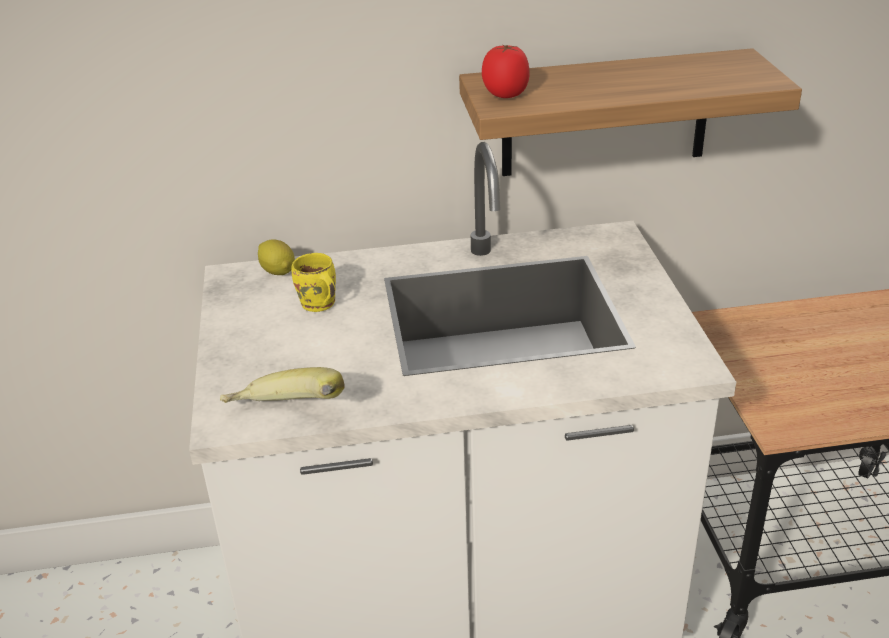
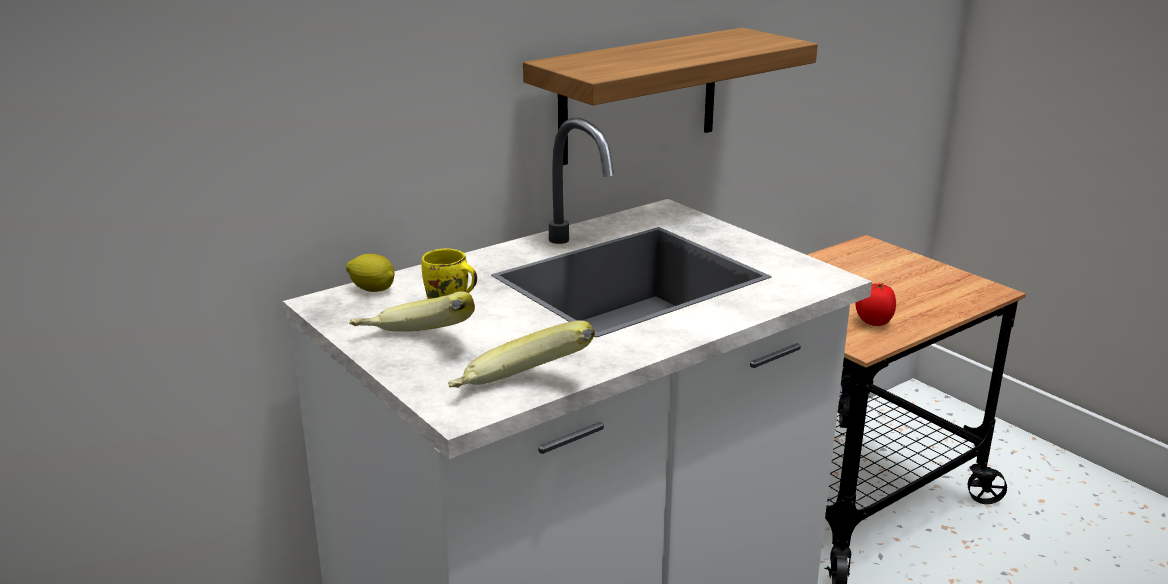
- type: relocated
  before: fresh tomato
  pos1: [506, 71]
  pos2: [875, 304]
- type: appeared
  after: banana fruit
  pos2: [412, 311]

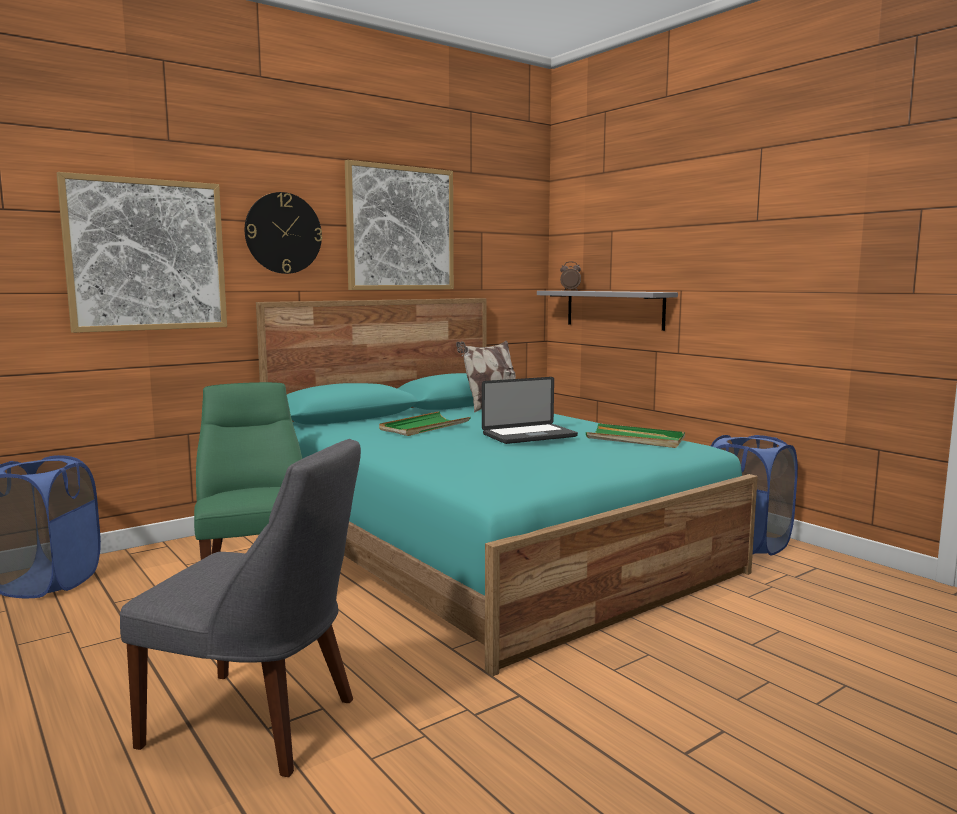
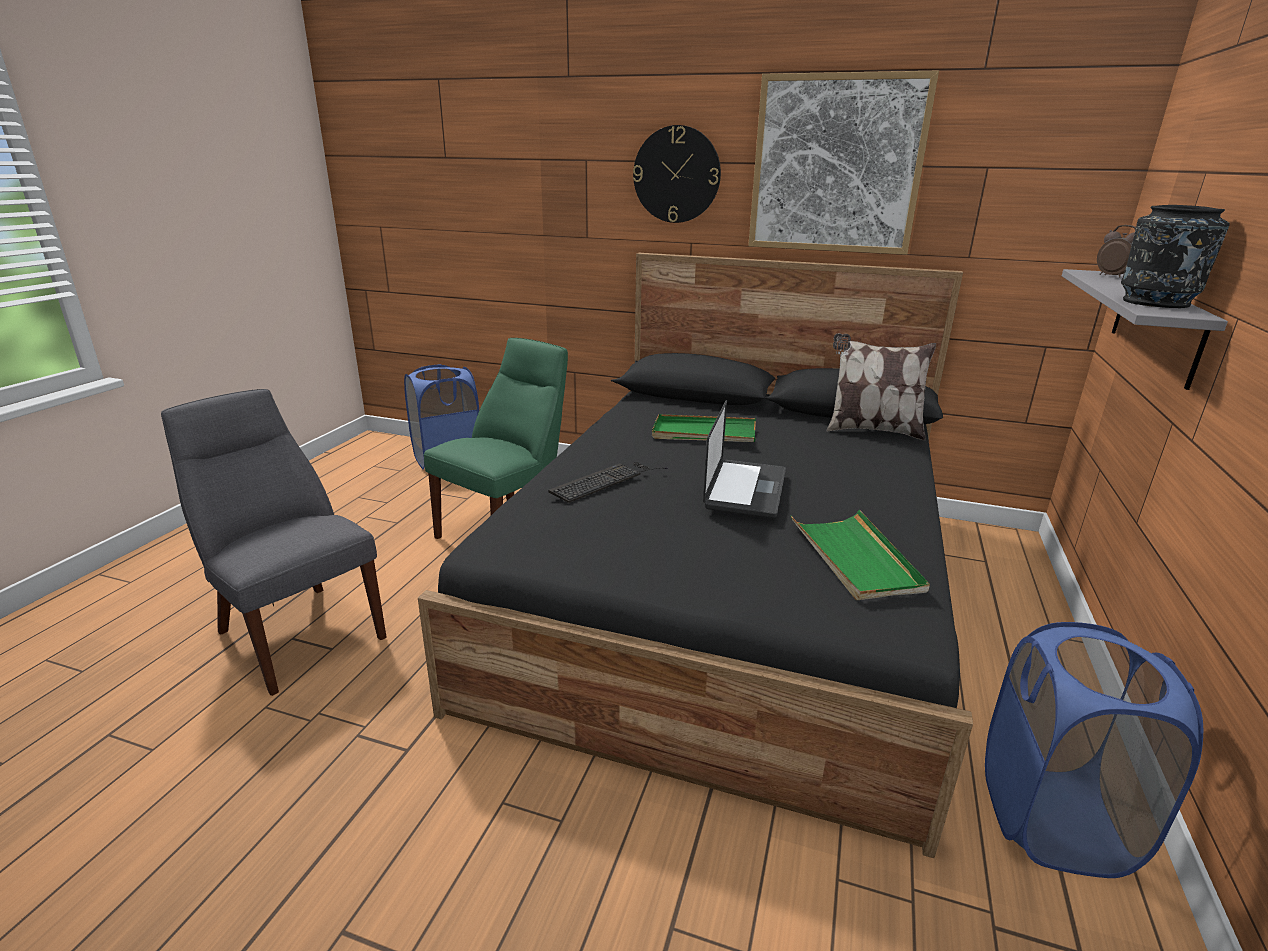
- type: missing
  before: picture
  pos1: [142, 252]
- type: spun
  before: greyish chair
  pos1: [240, 608]
  pos2: [274, 542]
  turn: 150
- type: colour
  before: turquoise sleeping bed
  after: blackish sleeping bed
  pos1: [507, 487]
  pos2: [695, 555]
- type: spun
  before: notebook computer
  pos1: [530, 410]
  pos2: [744, 459]
  turn: -105
- type: appeared
  after: PC keyboard
  pos2: [608, 482]
- type: appeared
  after: blackish flower vase
  pos2: [1175, 256]

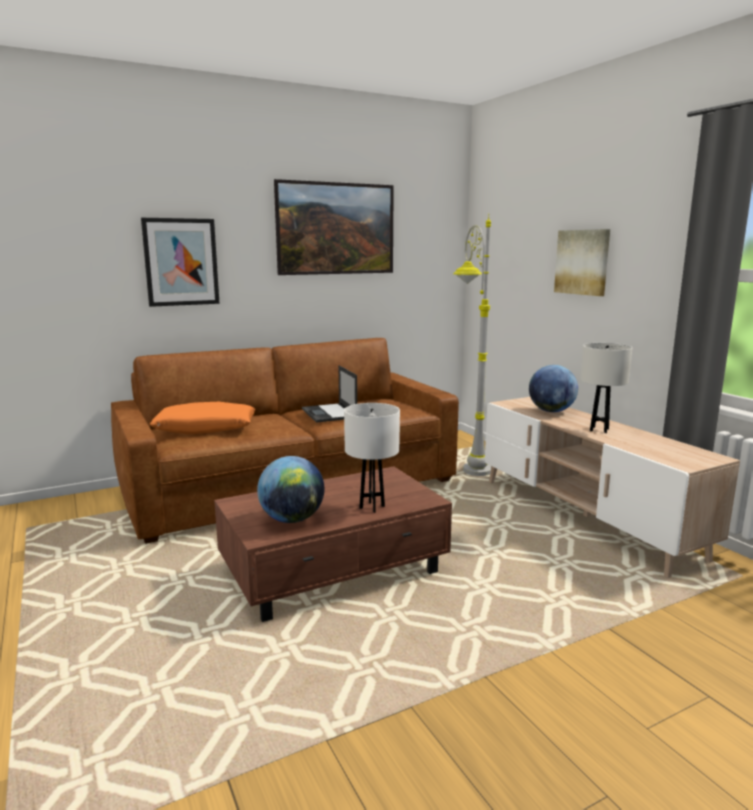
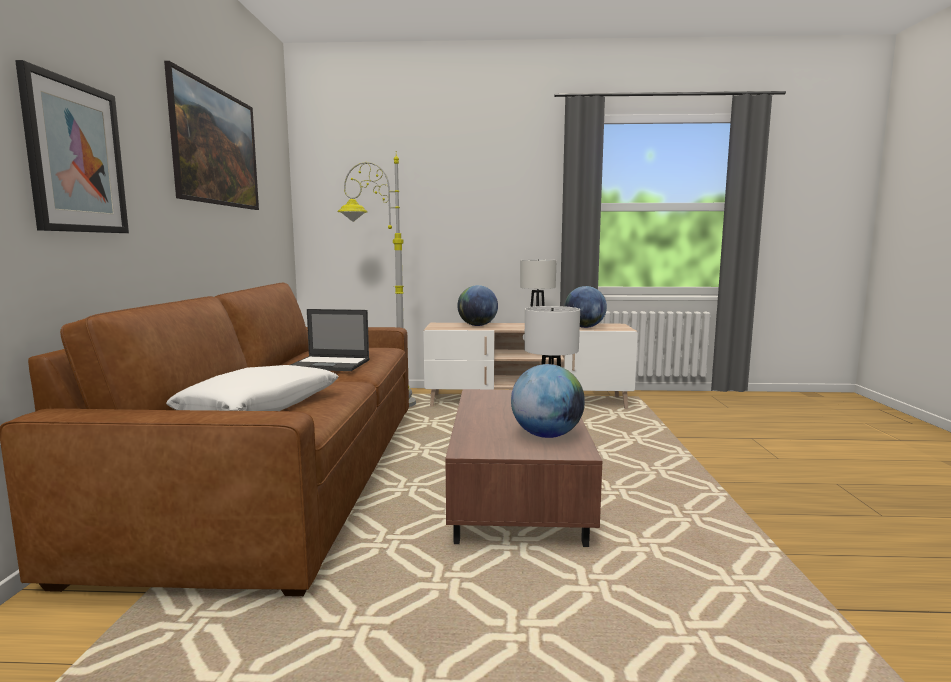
- type: colour
  before: orangey throw pillow
  after: whitish throw pillow
  pos1: [202, 418]
  pos2: [252, 388]
- type: missing
  before: picture
  pos1: [582, 262]
- type: appeared
  after: world globe
  pos2: [586, 307]

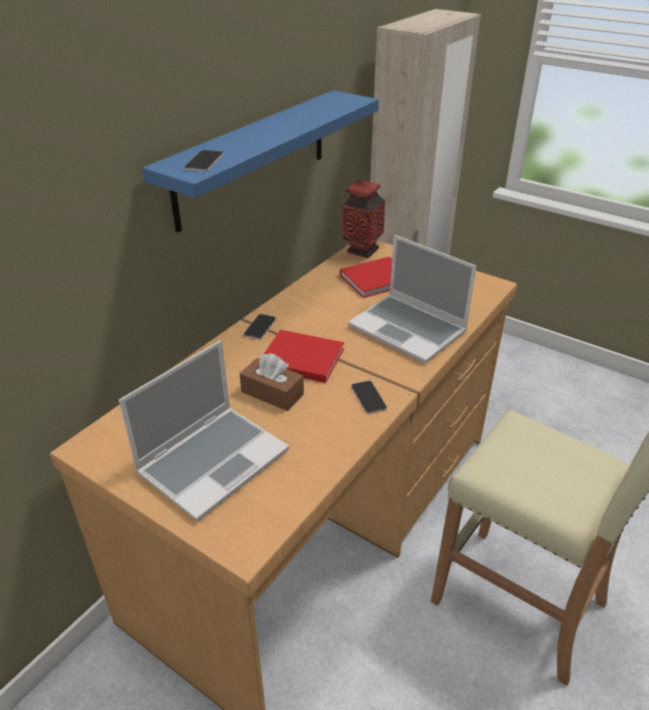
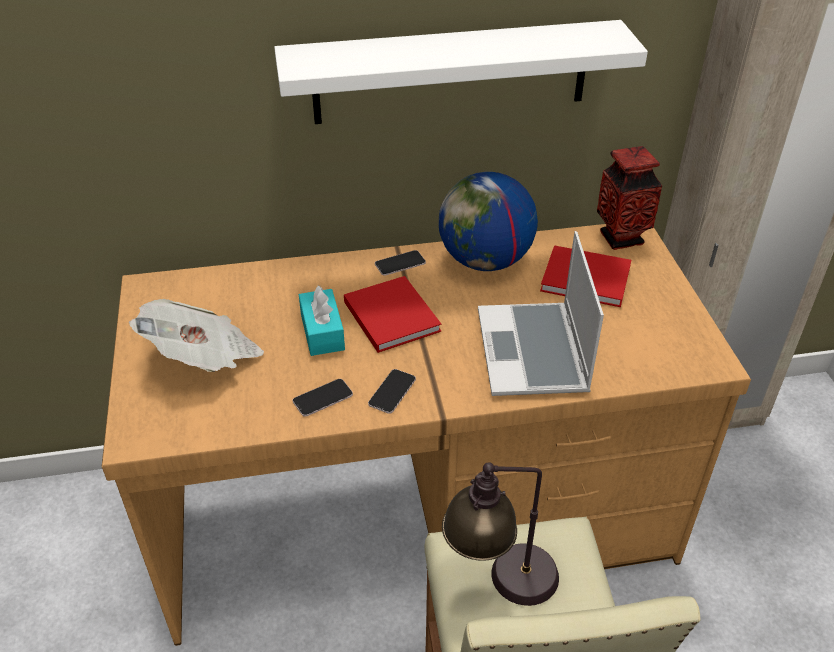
- type: exchanged
  before: notebook computer
  after: newspaper
  pos1: [204, 431]
  pos2: [196, 335]
- type: colour
  before: blue-coloured shelf
  after: whitish shelf
  pos1: [260, 161]
  pos2: [461, 72]
- type: relocated
  before: handset
  pos1: [204, 161]
  pos2: [323, 398]
- type: colour
  before: brown-coloured tissue box
  after: turquoise tissue box
  pos1: [271, 382]
  pos2: [322, 321]
- type: appeared
  after: world globe
  pos2: [488, 221]
- type: appeared
  after: lamp for a table
  pos2: [500, 534]

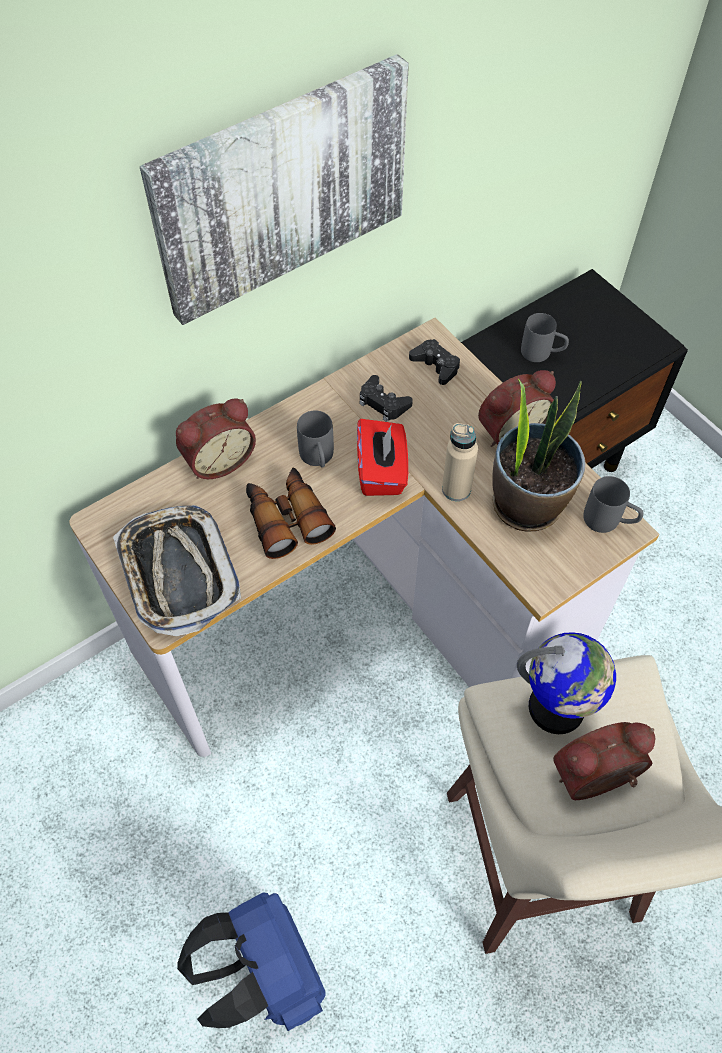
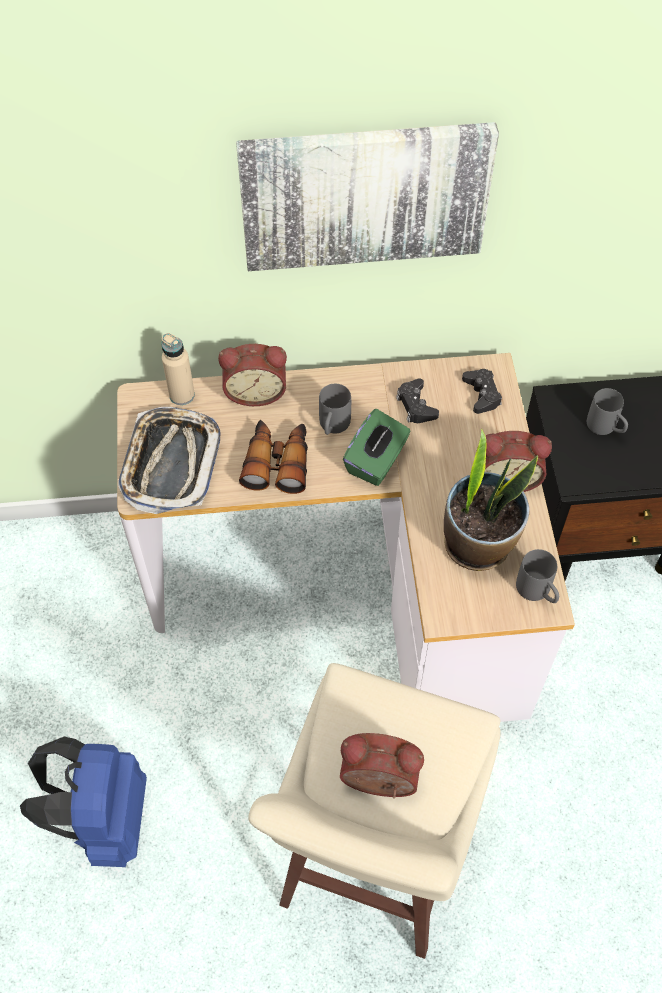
- type: colour
  before: red tissue box
  after: green tissue box
  pos1: [382, 457]
  pos2: [377, 447]
- type: relocated
  before: beige beverage bottle
  pos1: [460, 462]
  pos2: [178, 369]
- type: missing
  before: world globe
  pos1: [566, 683]

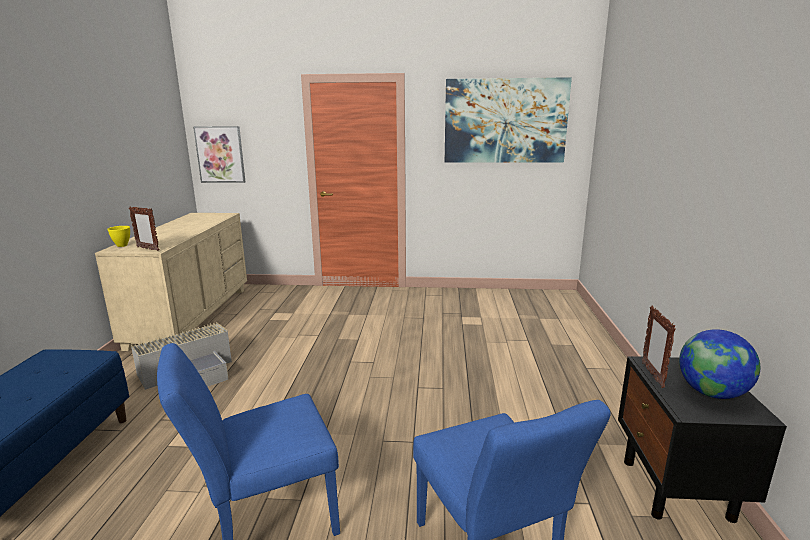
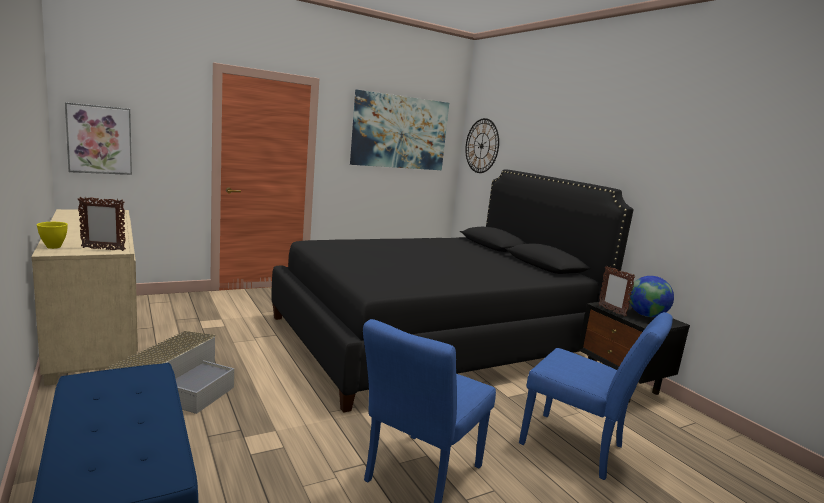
- type: appeared
  after: blackish sleeping bed
  pos2: [452, 291]
- type: appeared
  after: wall clock
  pos2: [482, 145]

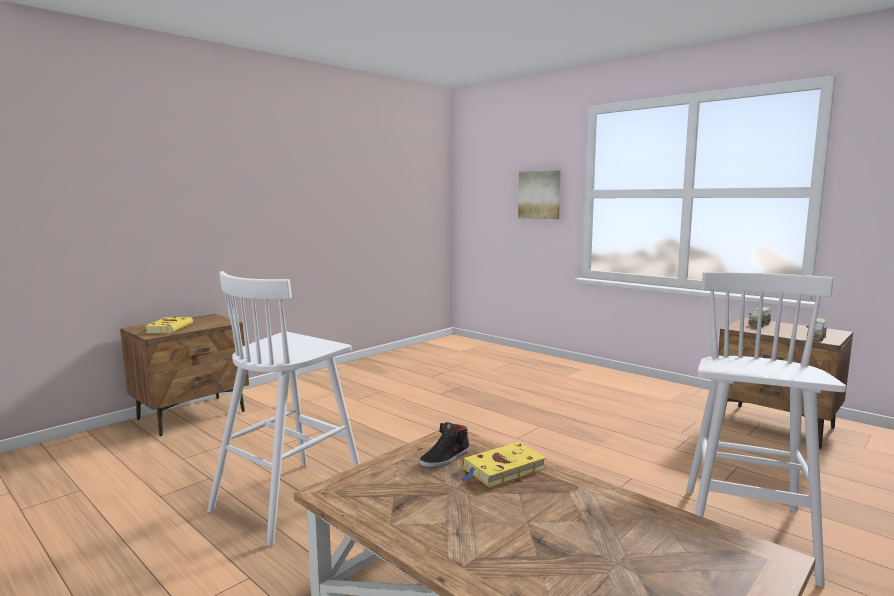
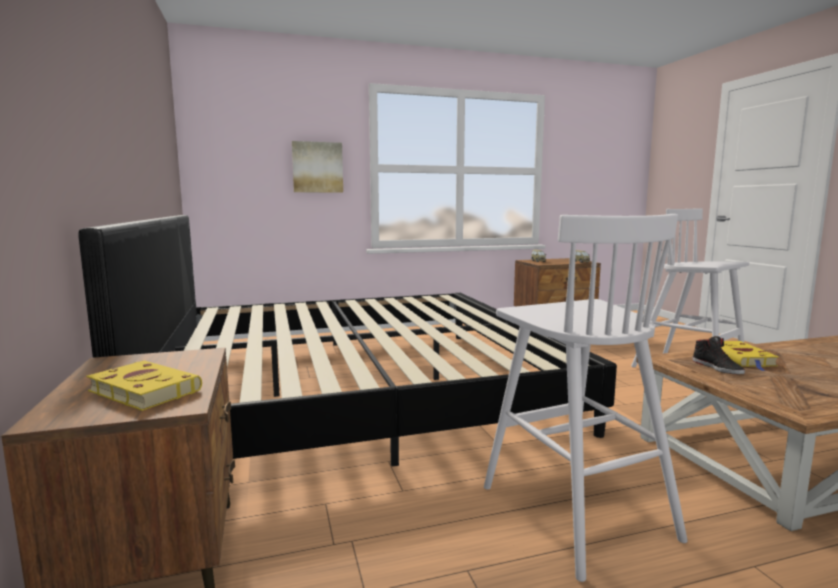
- type: appeared
  after: sleeping bed
  pos2: [347, 341]

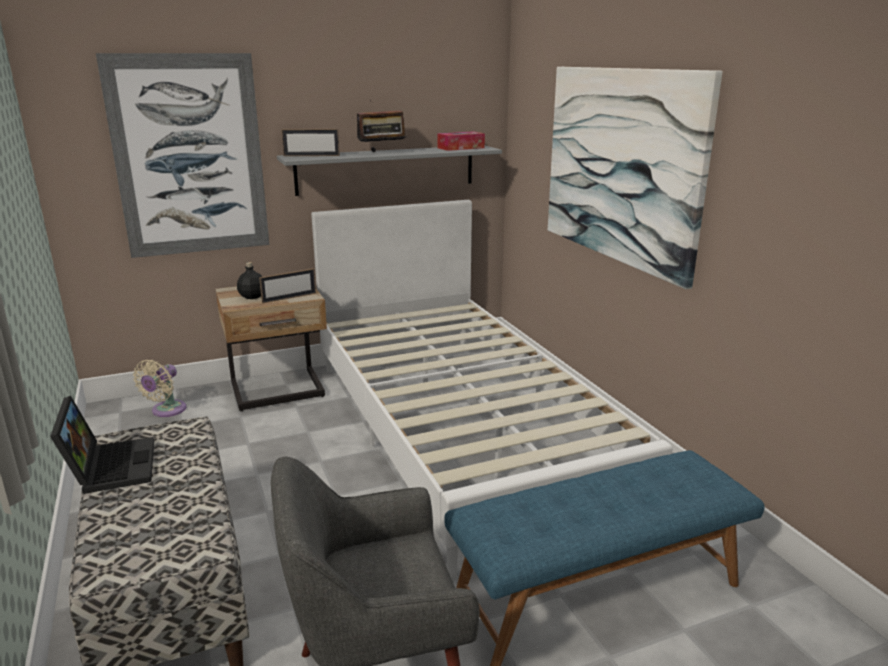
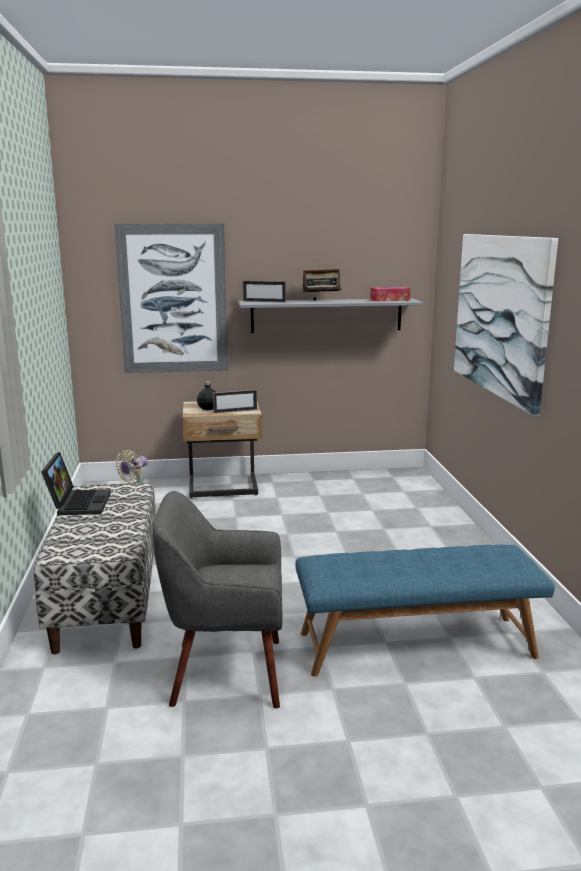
- type: missing
  before: whitish sleeping bed
  pos1: [491, 389]

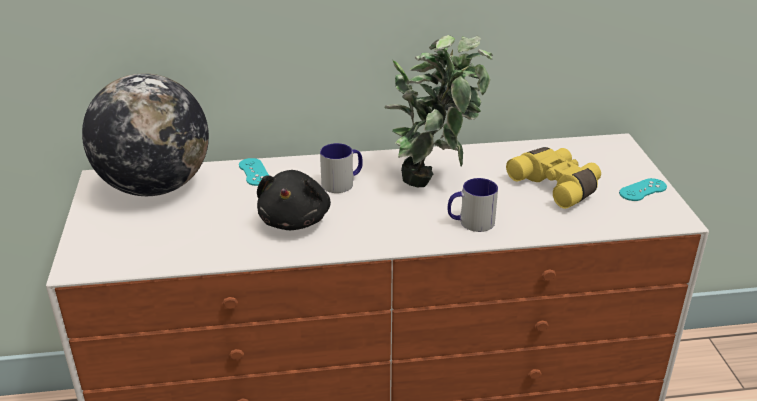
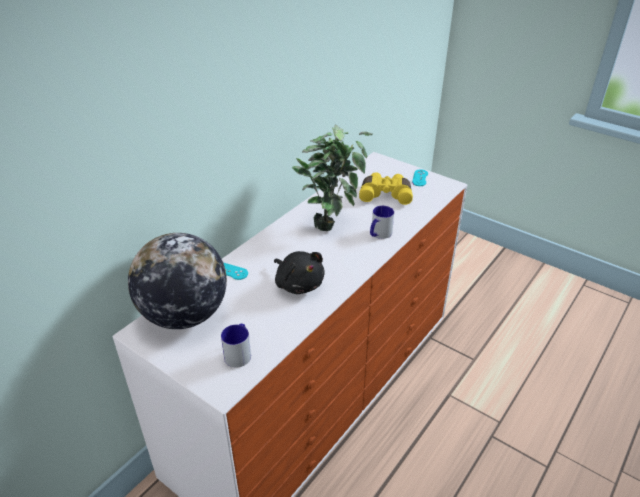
- type: relocated
  before: tea mug
  pos1: [341, 168]
  pos2: [236, 346]

